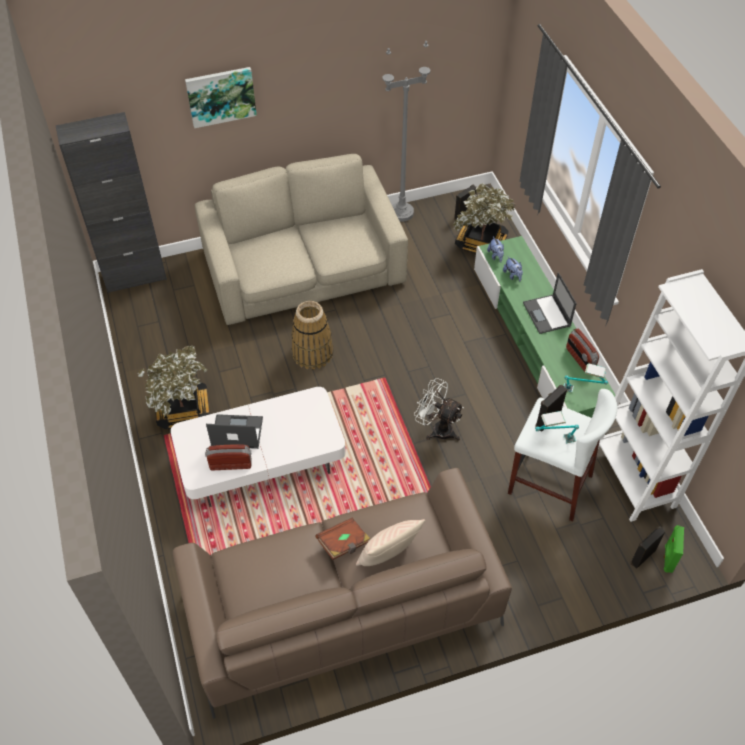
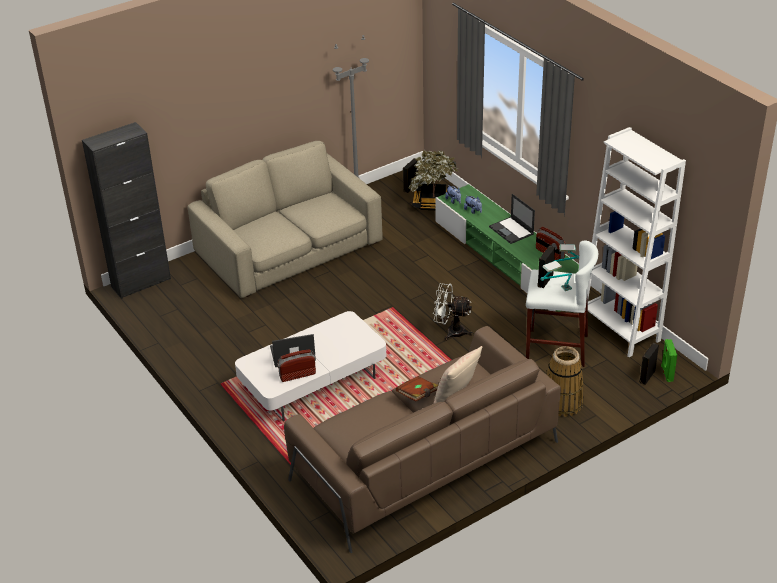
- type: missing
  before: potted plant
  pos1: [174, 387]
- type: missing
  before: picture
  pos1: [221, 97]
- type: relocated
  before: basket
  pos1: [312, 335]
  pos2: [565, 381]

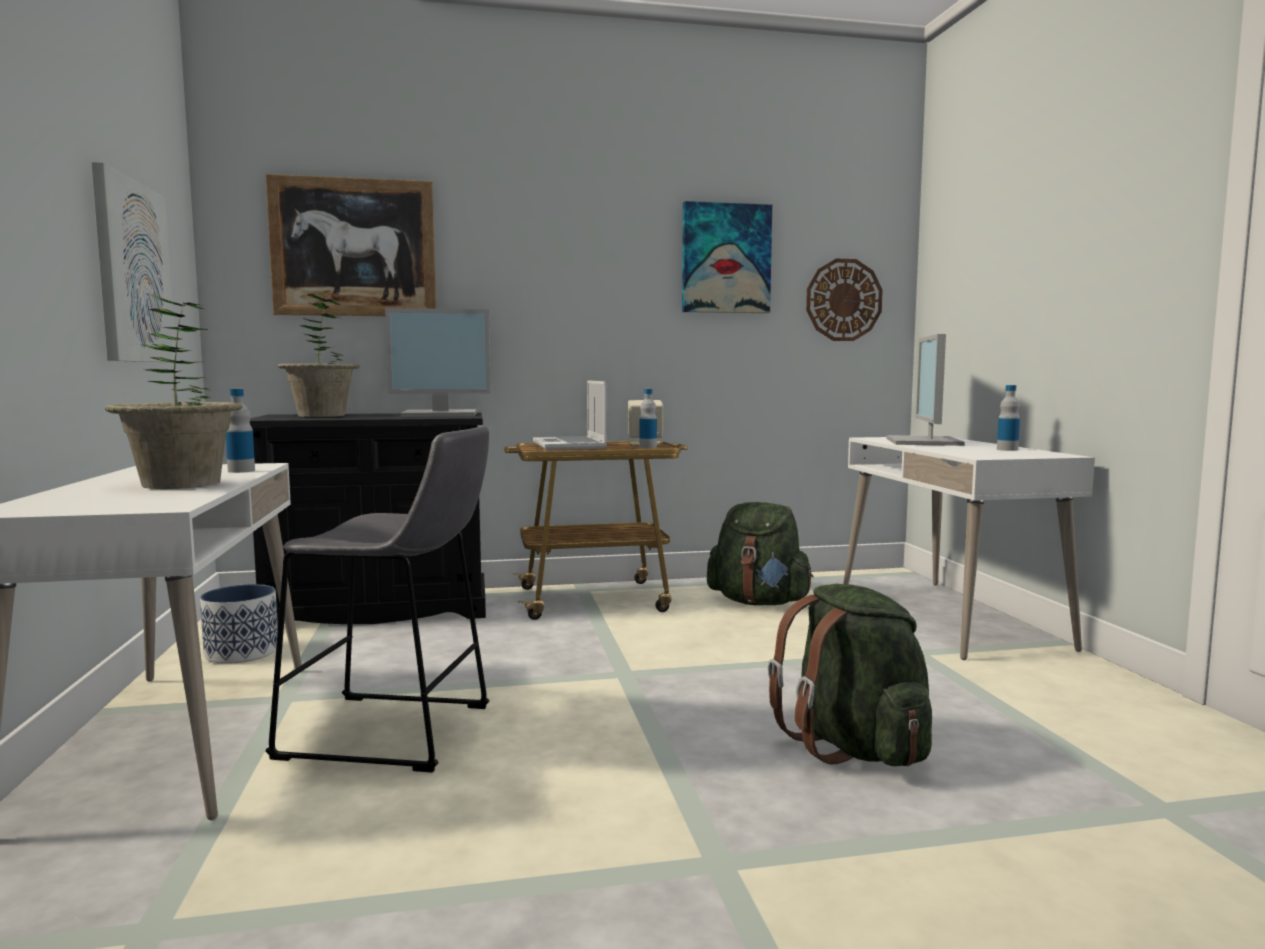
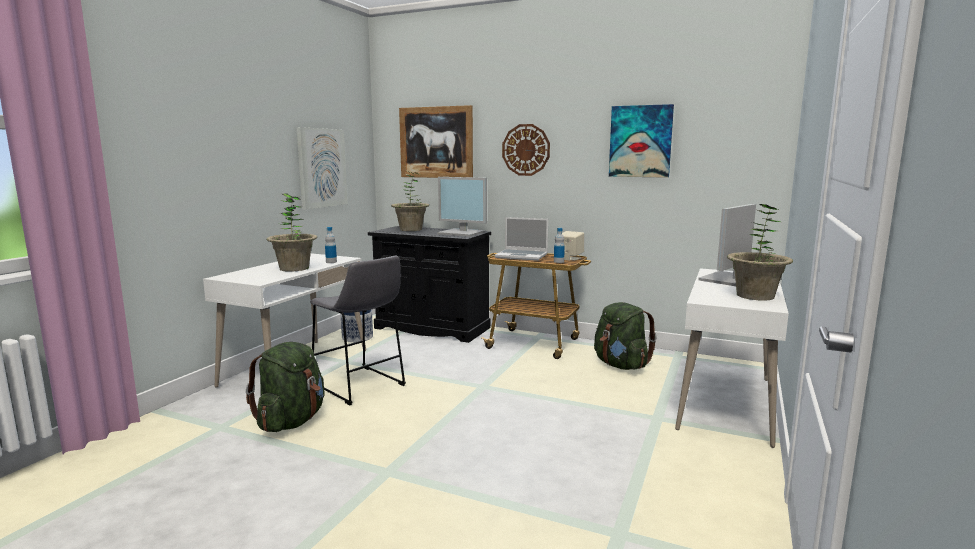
- type: spun
  before: notebook computer
  pos1: [570, 415]
  pos2: [521, 239]
  turn: -90
- type: relocated
  before: green rucksack
  pos1: [850, 675]
  pos2: [285, 387]
- type: relocated
  before: wall clock
  pos1: [844, 300]
  pos2: [526, 150]
- type: exchanged
  before: beverage bottle
  after: potted plant
  pos1: [1008, 418]
  pos2: [760, 252]

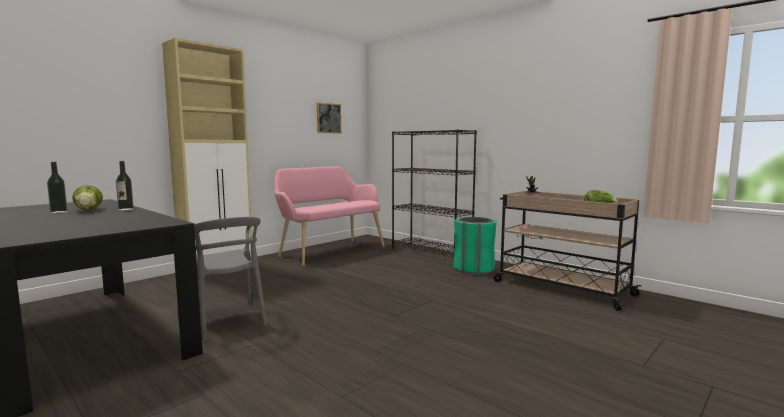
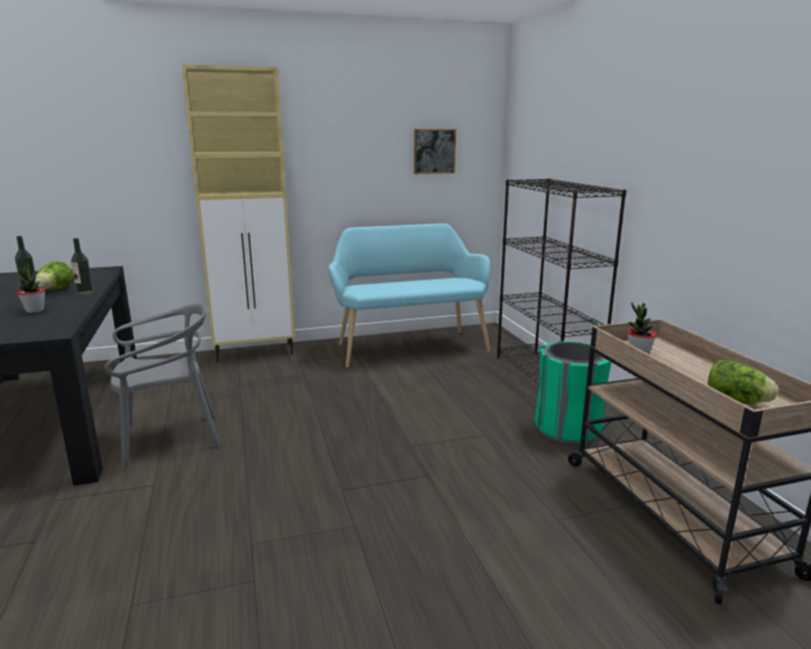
- type: spun
  before: greyish chair
  pos1: [222, 279]
  pos2: [162, 386]
  turn: -105
- type: colour
  before: pink-coloured indoor bench
  after: turquoise indoor bench
  pos1: [329, 216]
  pos2: [409, 295]
- type: appeared
  after: potted plant
  pos2: [31, 288]

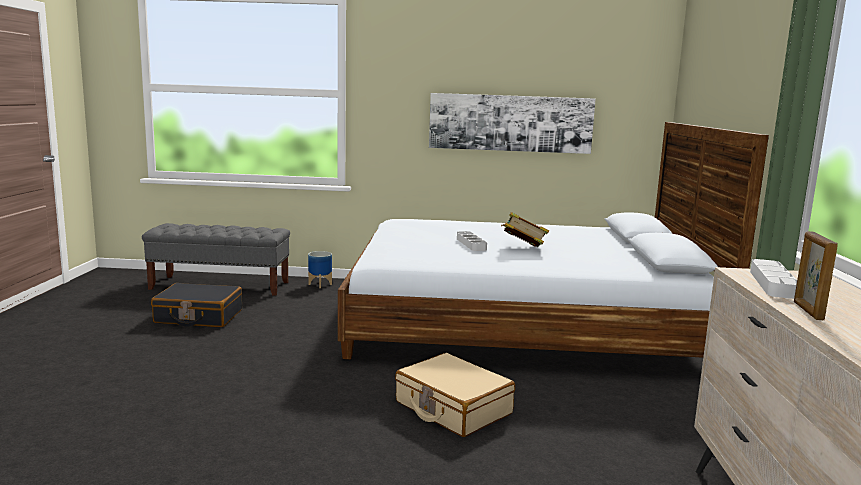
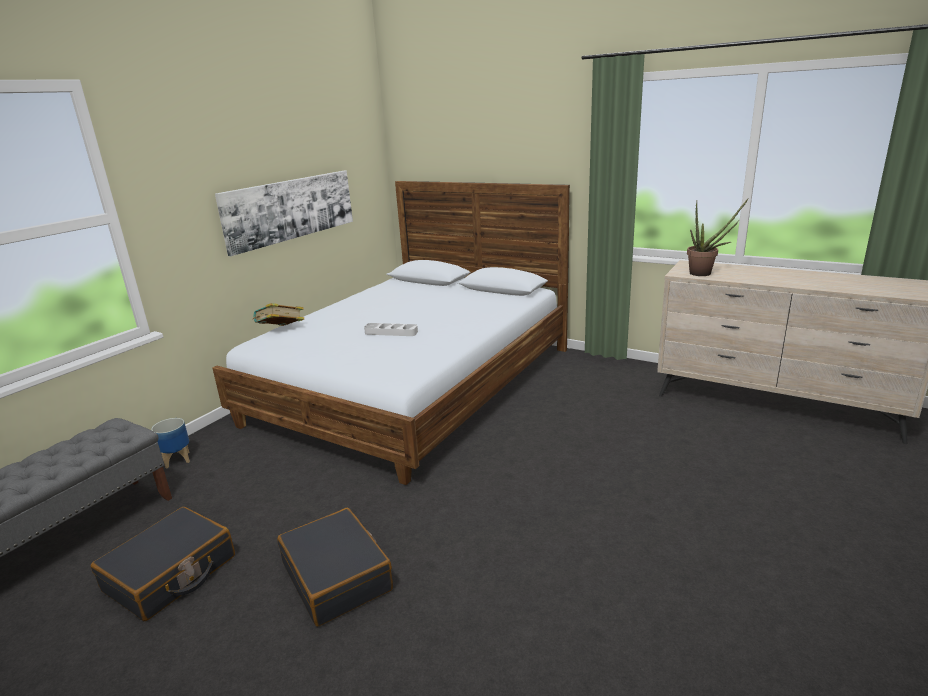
- type: missing
  before: beige piece of luggage
  pos1: [455, 395]
- type: relocated
  before: bound book
  pos1: [525, 229]
  pos2: [278, 314]
- type: exchanged
  before: whitish carrying tray
  after: potted plant
  pos1: [773, 279]
  pos2: [718, 237]
- type: missing
  before: picture frame
  pos1: [816, 275]
- type: appeared
  after: blackish piece of luggage
  pos2: [335, 567]

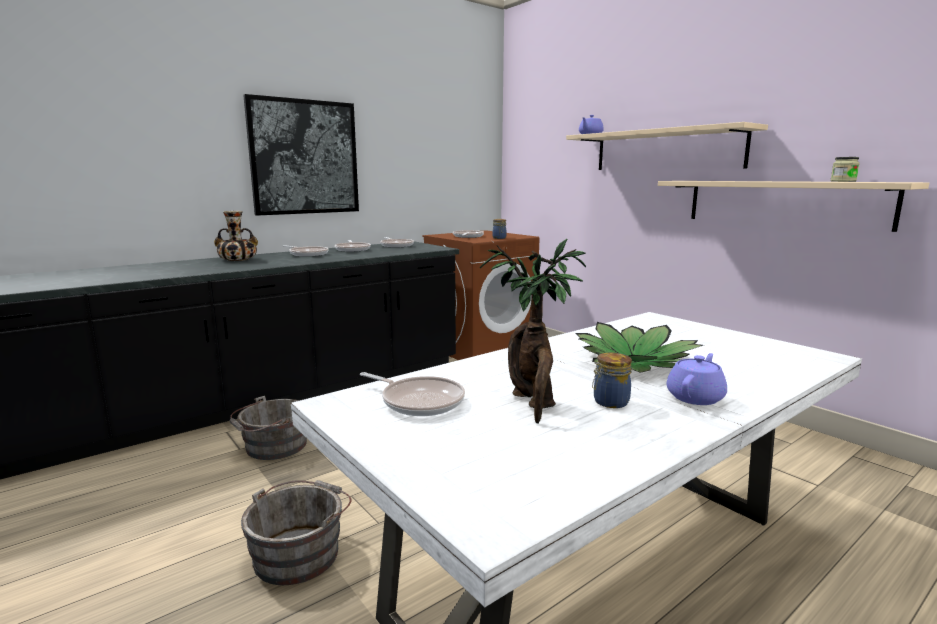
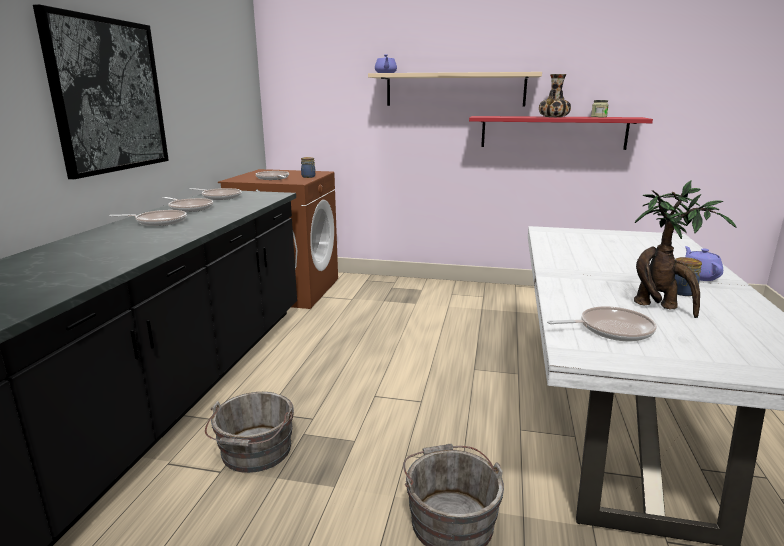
- type: relocated
  before: flower vase
  pos1: [236, 236]
  pos2: [555, 95]
- type: missing
  before: potted plant
  pos1: [639, 347]
- type: colour
  before: beige shelf
  after: red shelf
  pos1: [793, 206]
  pos2: [561, 133]

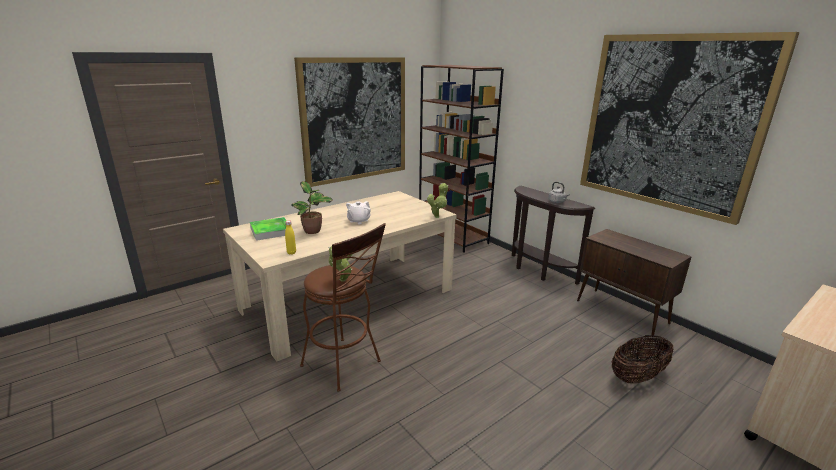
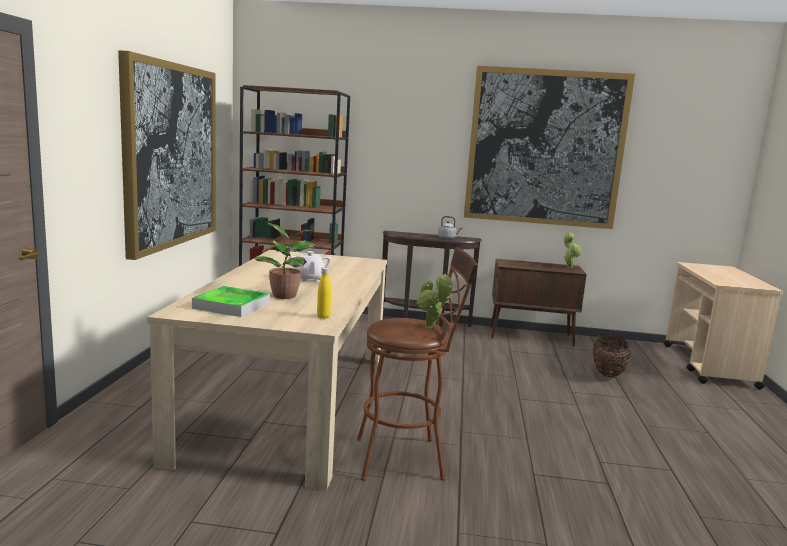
- type: relocated
  before: potted plant
  pos1: [437, 200]
  pos2: [572, 250]

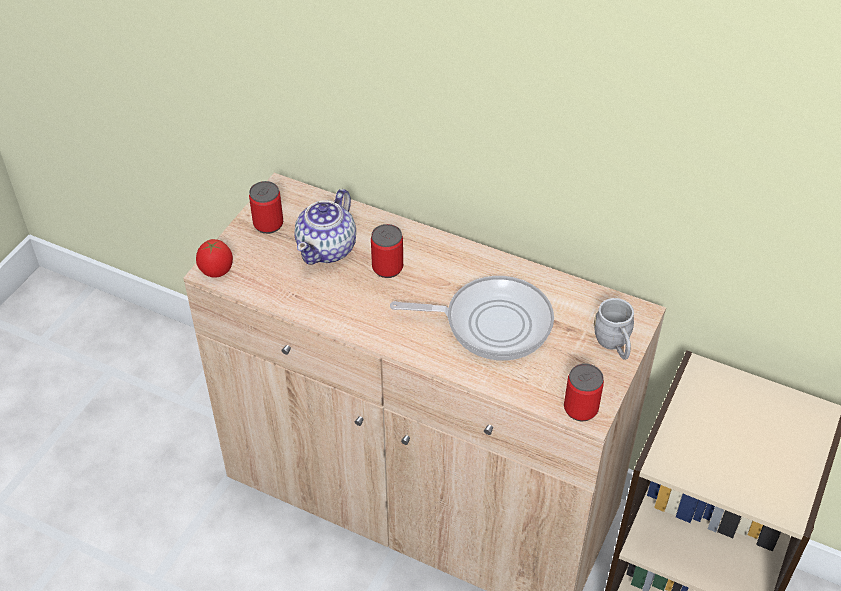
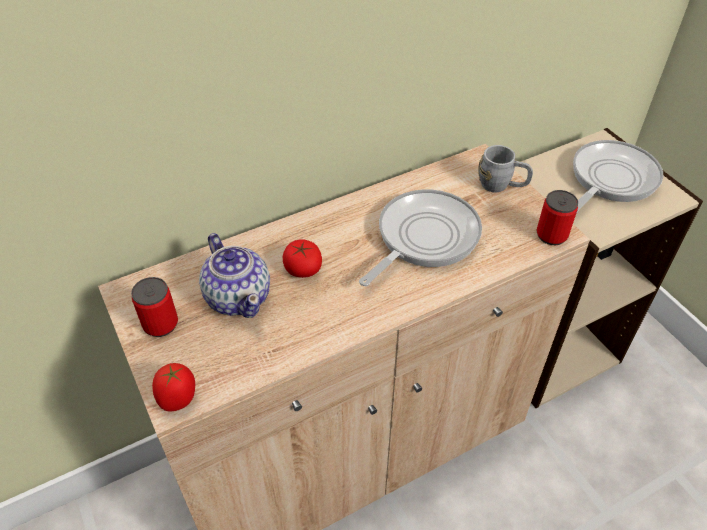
- type: exchanged
  before: sealed can
  after: fresh tomato
  pos1: [387, 251]
  pos2: [302, 258]
- type: appeared
  after: skillet
  pos2: [618, 176]

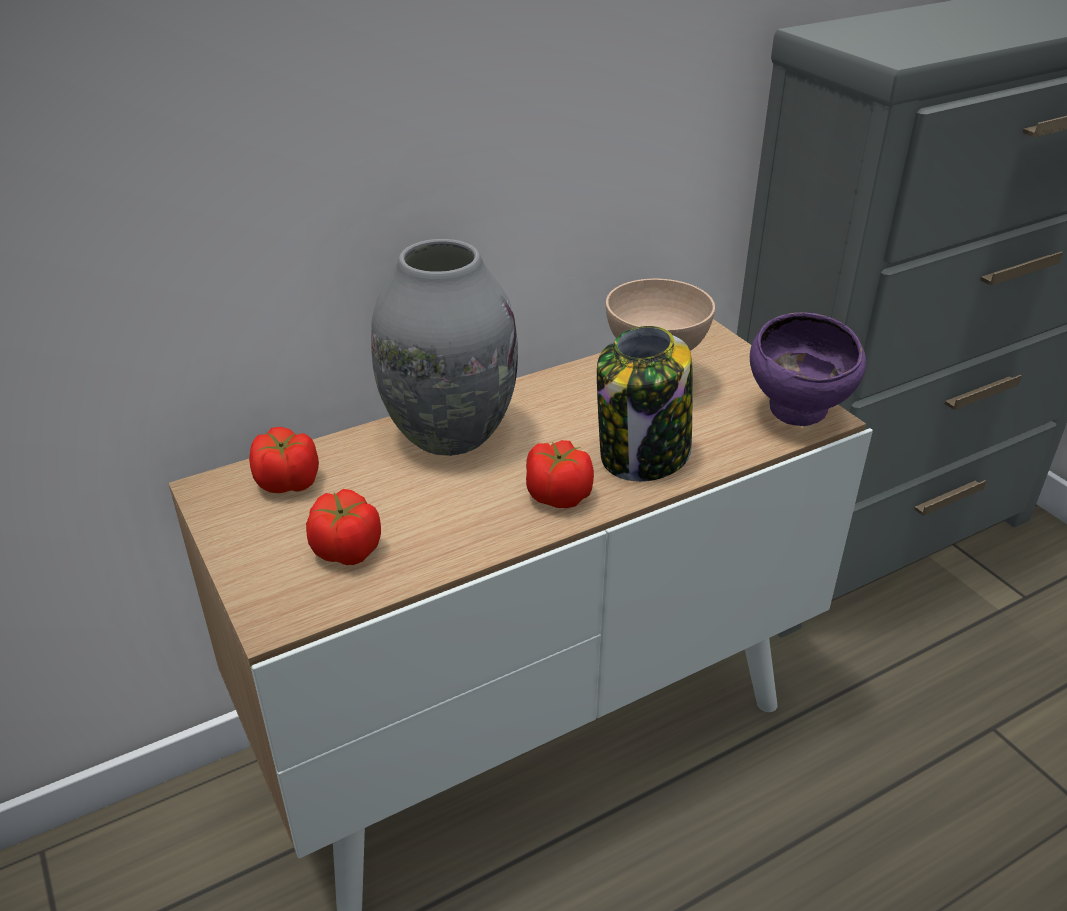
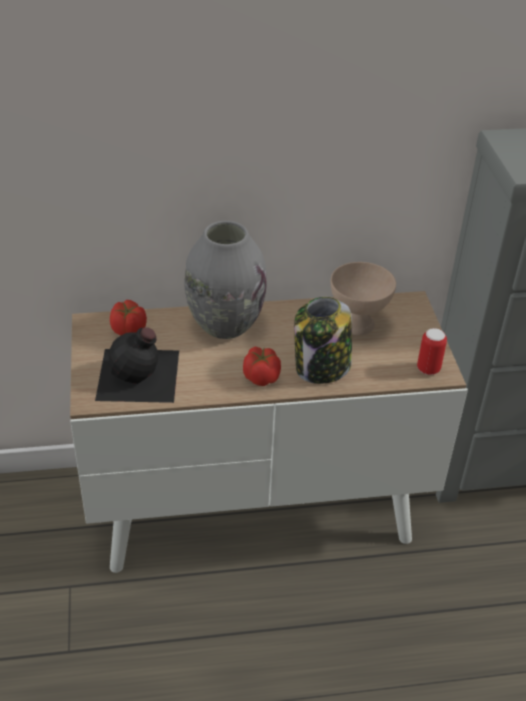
- type: exchanged
  before: fresh tomato
  after: blackish beverage bottle
  pos1: [343, 527]
  pos2: [137, 365]
- type: exchanged
  before: purplish deep dish
  after: sealed can
  pos1: [808, 369]
  pos2: [432, 351]

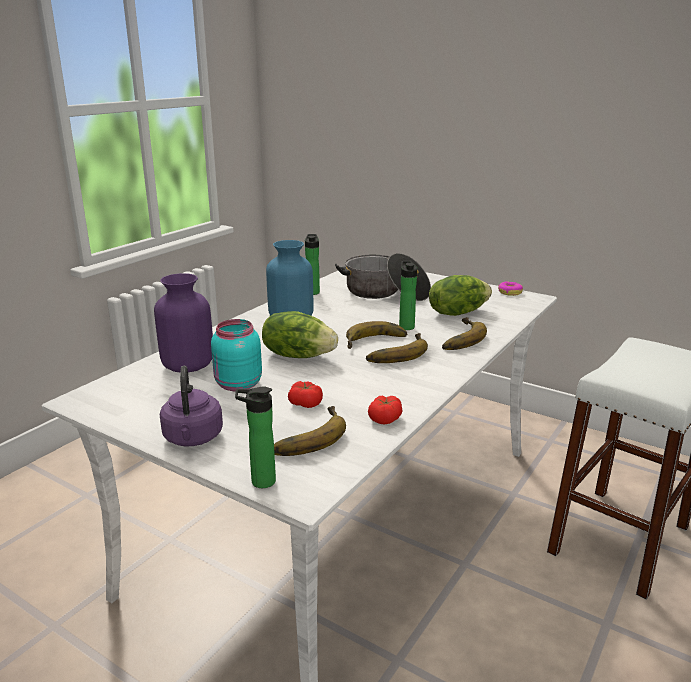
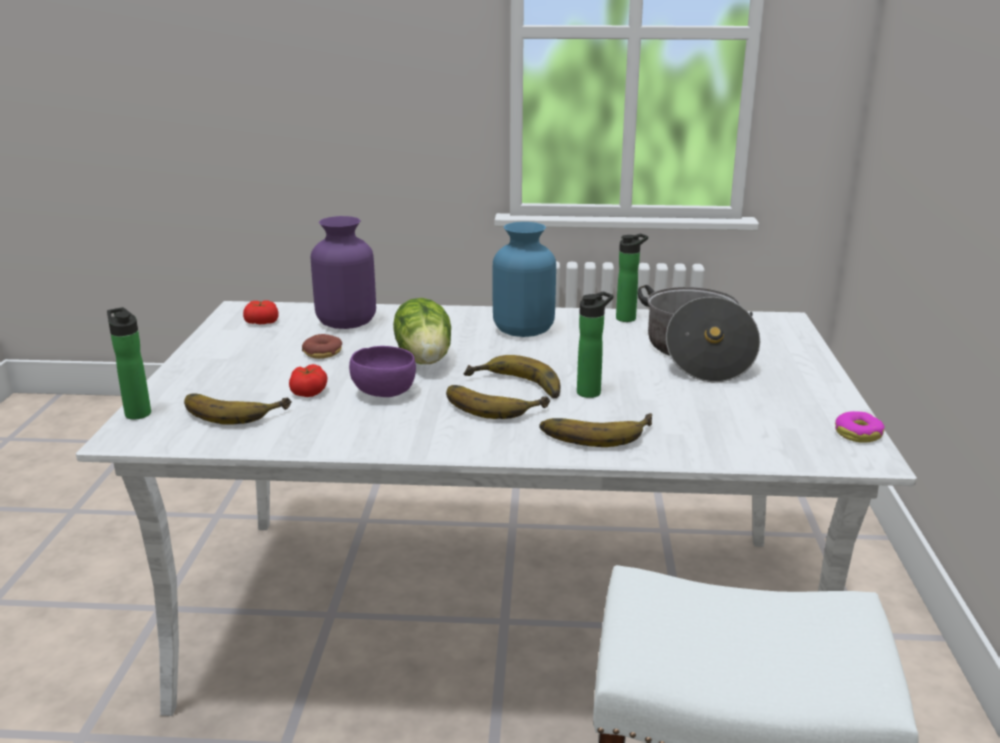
- type: missing
  before: purplish water kettle
  pos1: [191, 406]
- type: exchanged
  before: turquoise preserve jar
  after: ring doughnut
  pos1: [236, 355]
  pos2: [322, 346]
- type: relocated
  before: fresh tomato
  pos1: [385, 410]
  pos2: [261, 312]
- type: missing
  before: lettuce
  pos1: [460, 295]
- type: appeared
  after: purplish deep dish
  pos2: [382, 371]

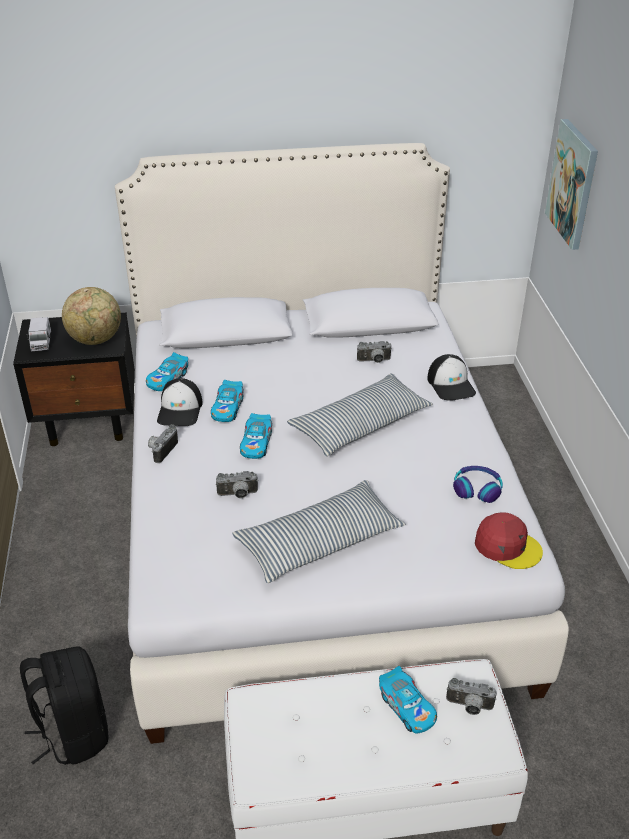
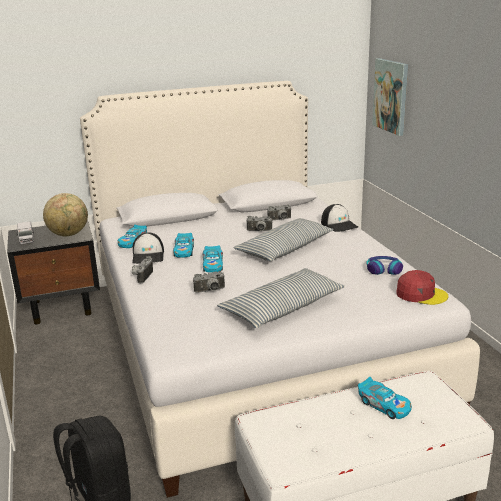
- type: relocated
  before: still camera
  pos1: [471, 696]
  pos2: [259, 223]

